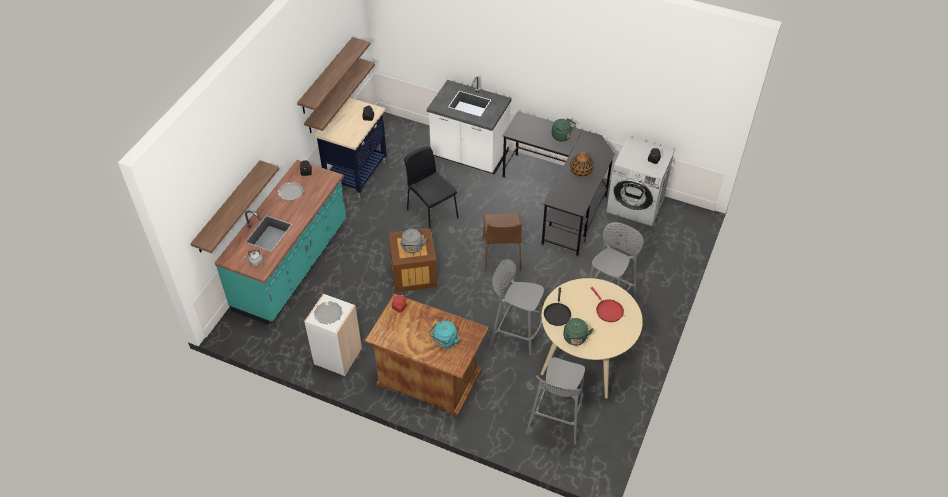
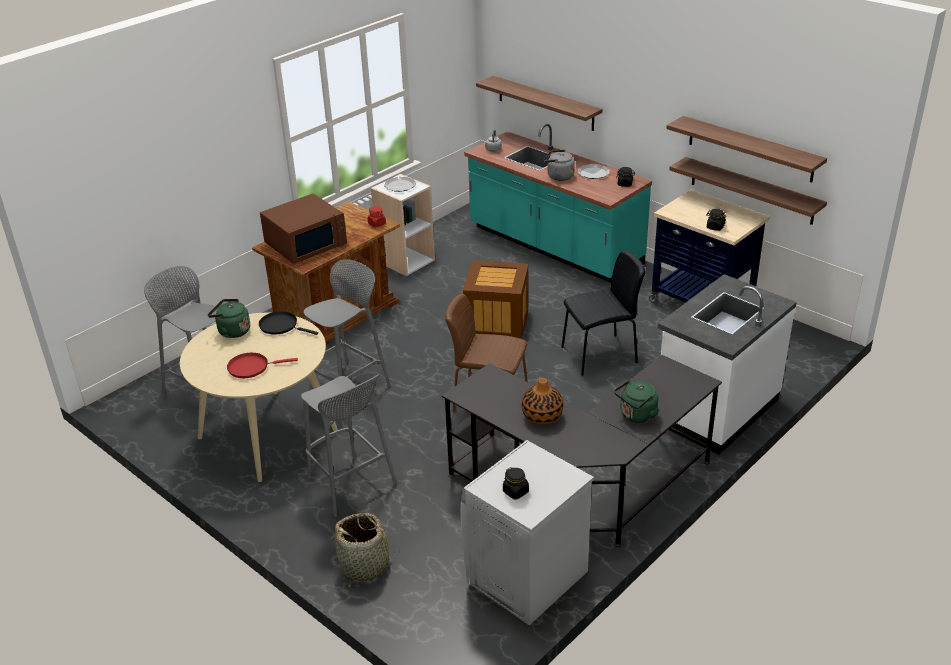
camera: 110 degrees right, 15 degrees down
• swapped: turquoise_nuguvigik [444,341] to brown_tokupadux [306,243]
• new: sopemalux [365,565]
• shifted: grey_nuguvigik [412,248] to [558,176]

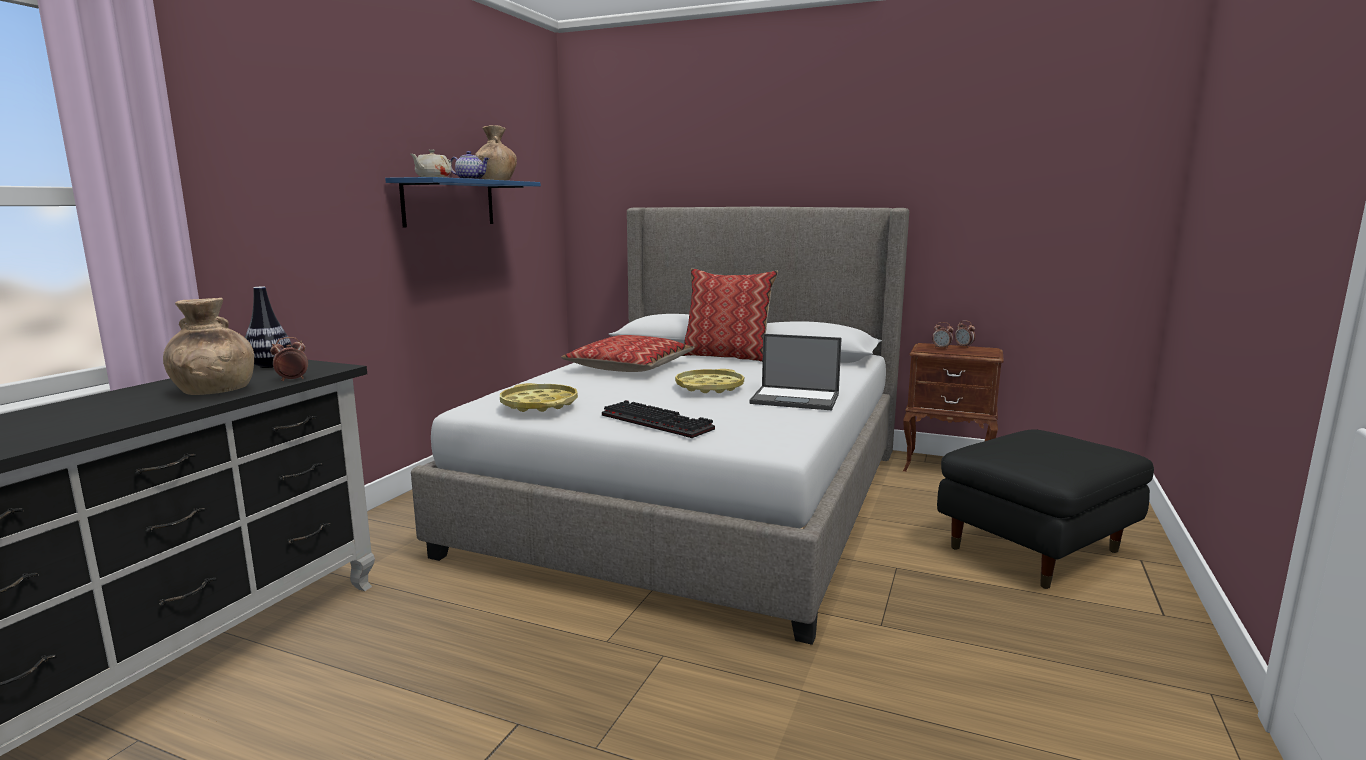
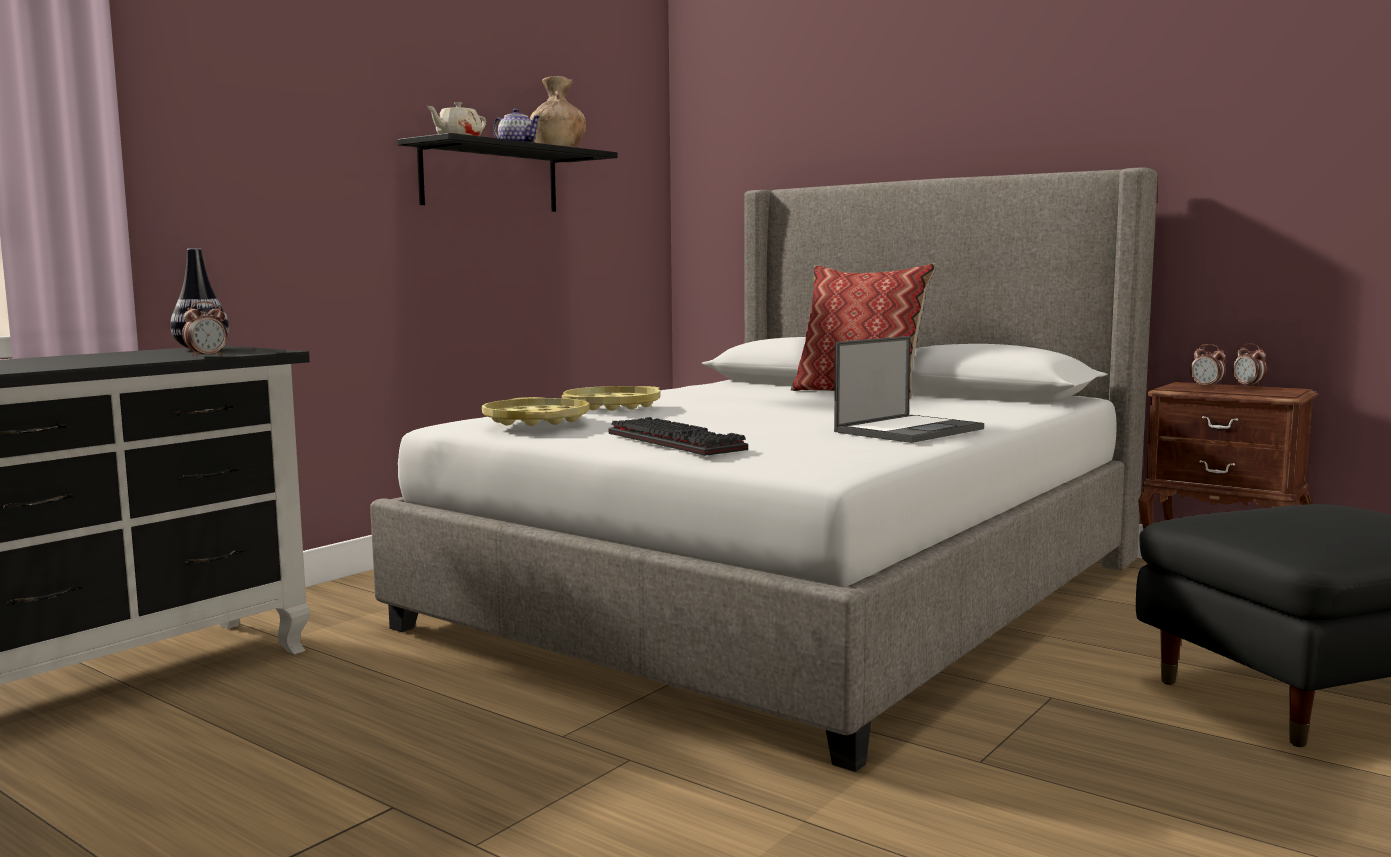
camera: 15 degrees right, 5 degrees down
• rotated: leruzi [292,380] = [207,356] 150 degrees clockwise
• repainted: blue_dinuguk [449,203] to black_dinuguk [490,178]
• shifted: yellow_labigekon [709,387] to [612,406]
• rotated: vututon [796,399] = [909,430] 75 degrees counterclockwise
• gone: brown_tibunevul [213,391]
• gone: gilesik [630,367]

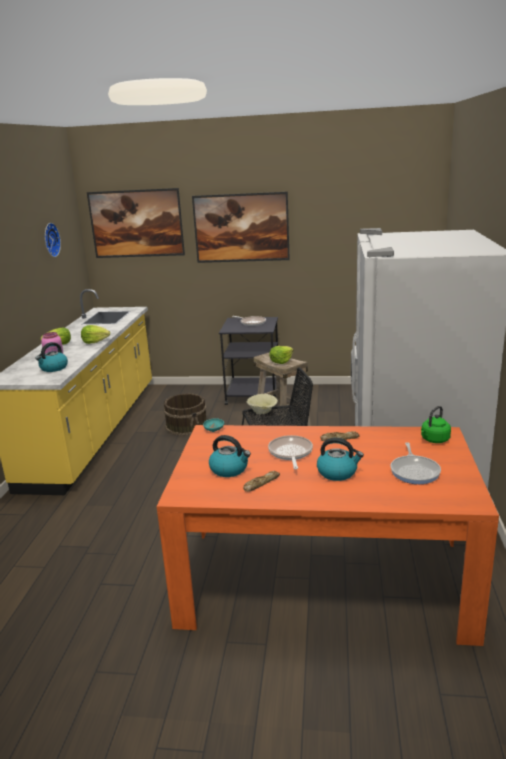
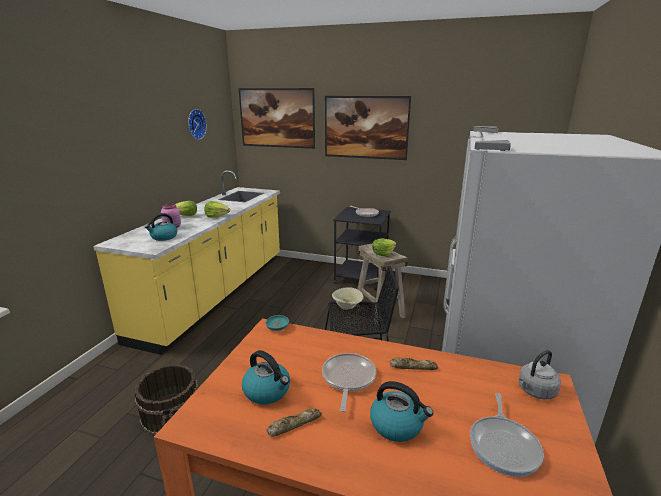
camera: 10 degrees right, 0 degrees up
• shifted: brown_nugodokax [187,425] to [172,412]
• repainted: green_nuguvigik [434,440] to grey_nuguvigik [535,391]

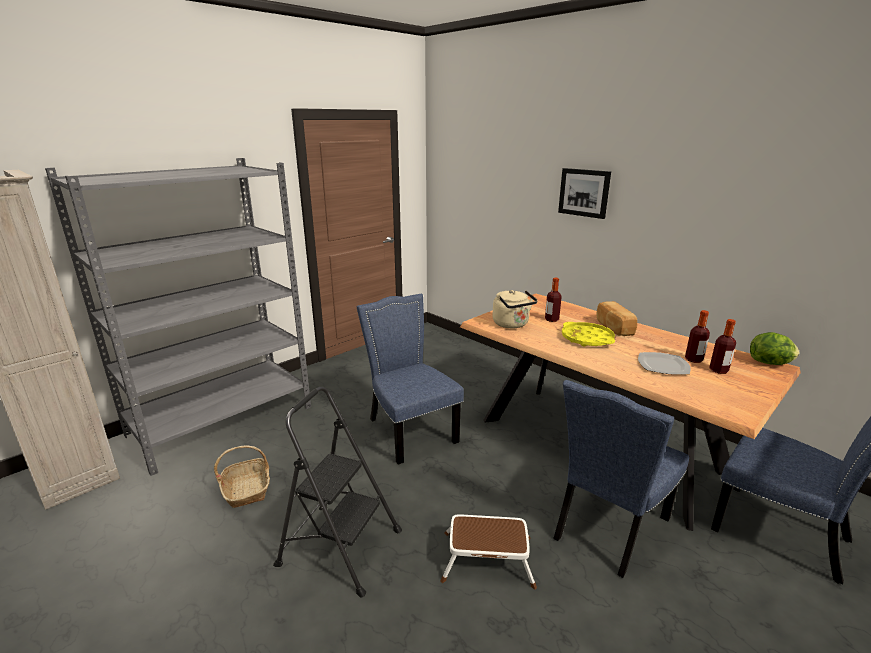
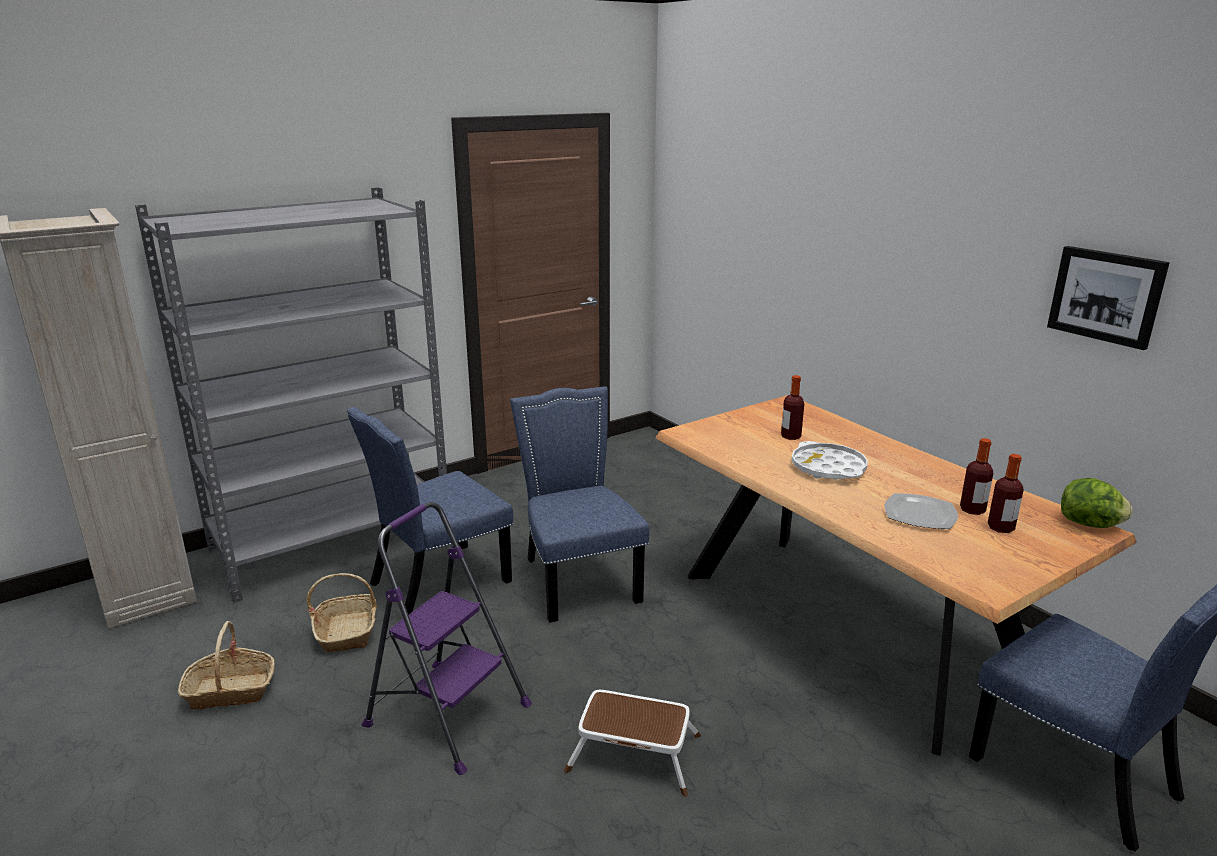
camera: 10 degrees right, 0 degrees up
• new: sopemalux [231,690]
• shifted: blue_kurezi [609,524] to [441,580]
• repainted: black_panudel [337,545] to purple_panudel [444,711]
• repainted: yellow_labigekon [587,339] to white_labigekon [828,468]
• shifted: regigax [584,192] to [1106,296]
• gone: beige_nuguvigik [512,324]
• gone: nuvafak [613,328]

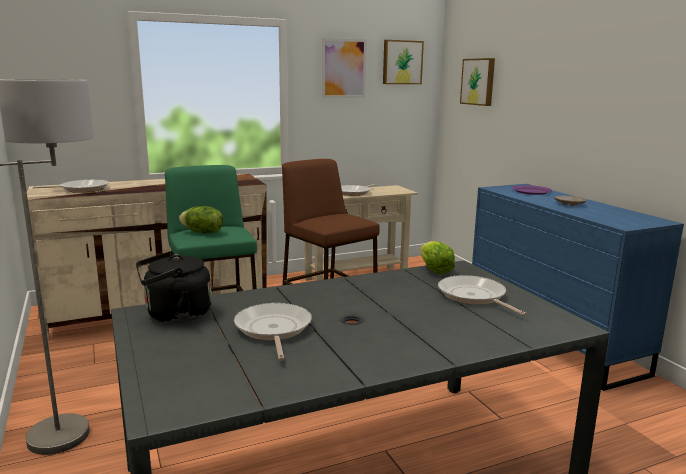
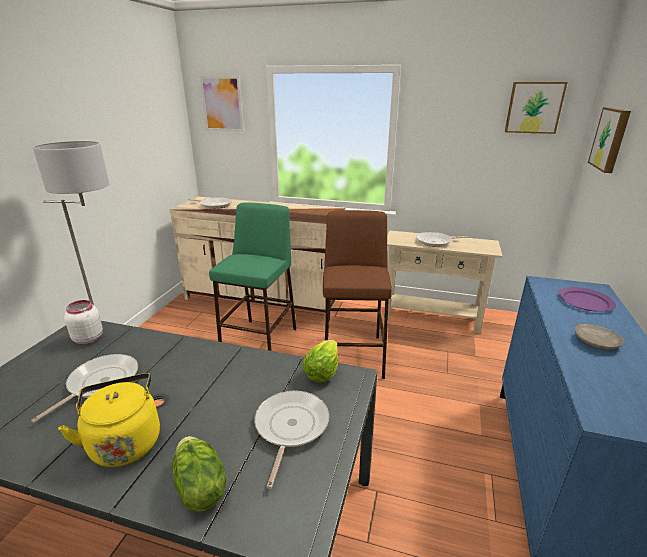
camera: 40 degrees right, 10 degrees up
• new: yellow_nuguvigik [125,441]
• swapped: black_nuguvigik [174,315] to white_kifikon [88,338]
• shifted: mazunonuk [202,232] to [199,487]
• shifted: regigax [343,68] to [222,104]

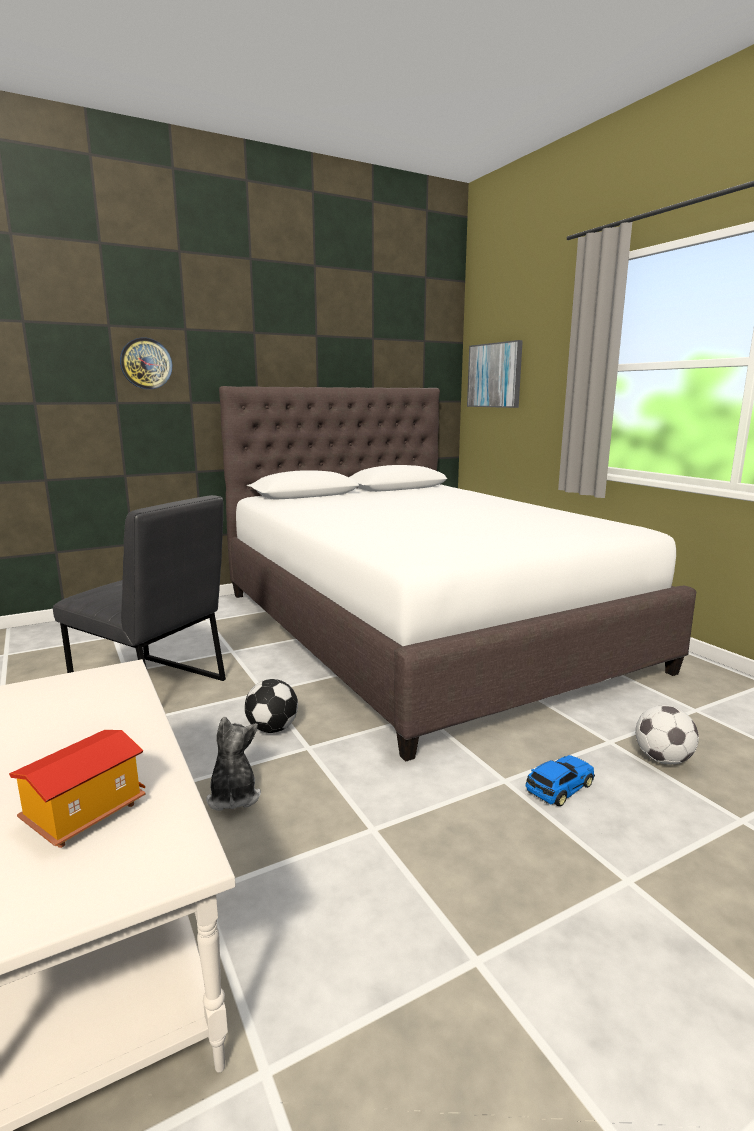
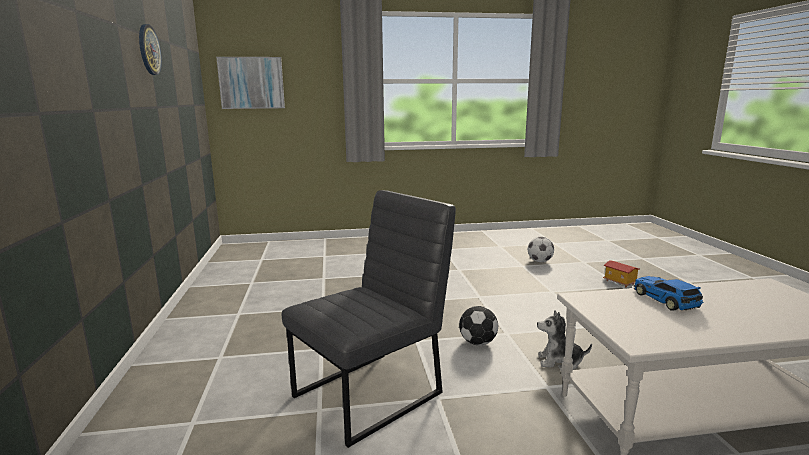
camera: 70 degrees left, 0 degrees up
• shifted: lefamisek [146,363] to [148,49]
• shifted: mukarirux [85,813] to [619,282]
• shifted: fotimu [558,787] to [666,300]
• gone: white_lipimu [420,628]

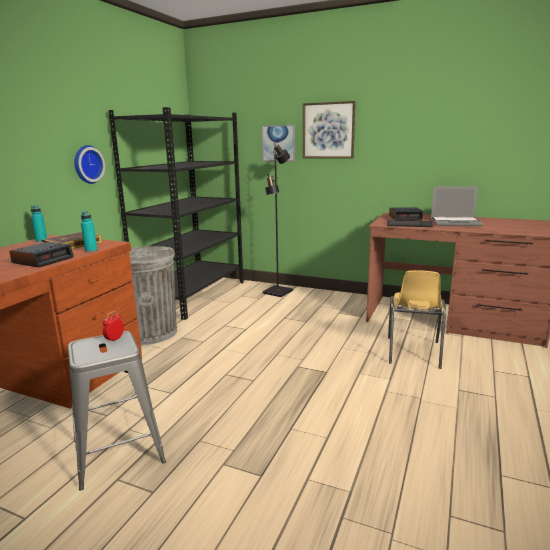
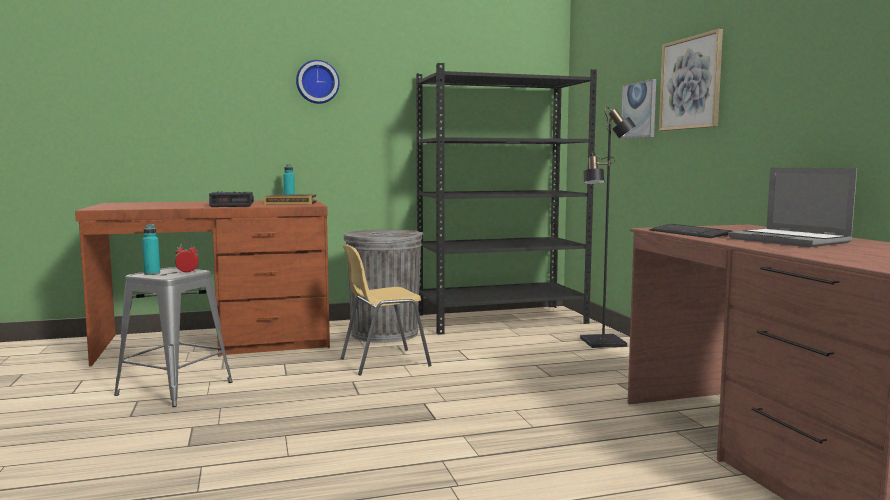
camera: 50 degrees right, 10 degrees down
• shifted: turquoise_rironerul [91,250] to [152,274]
• shifted: lefamisek [87,164] to [317,82]
• shifted: yellow_kurezi [413,352] to [383,362]
• gone: leruzi [405,218]

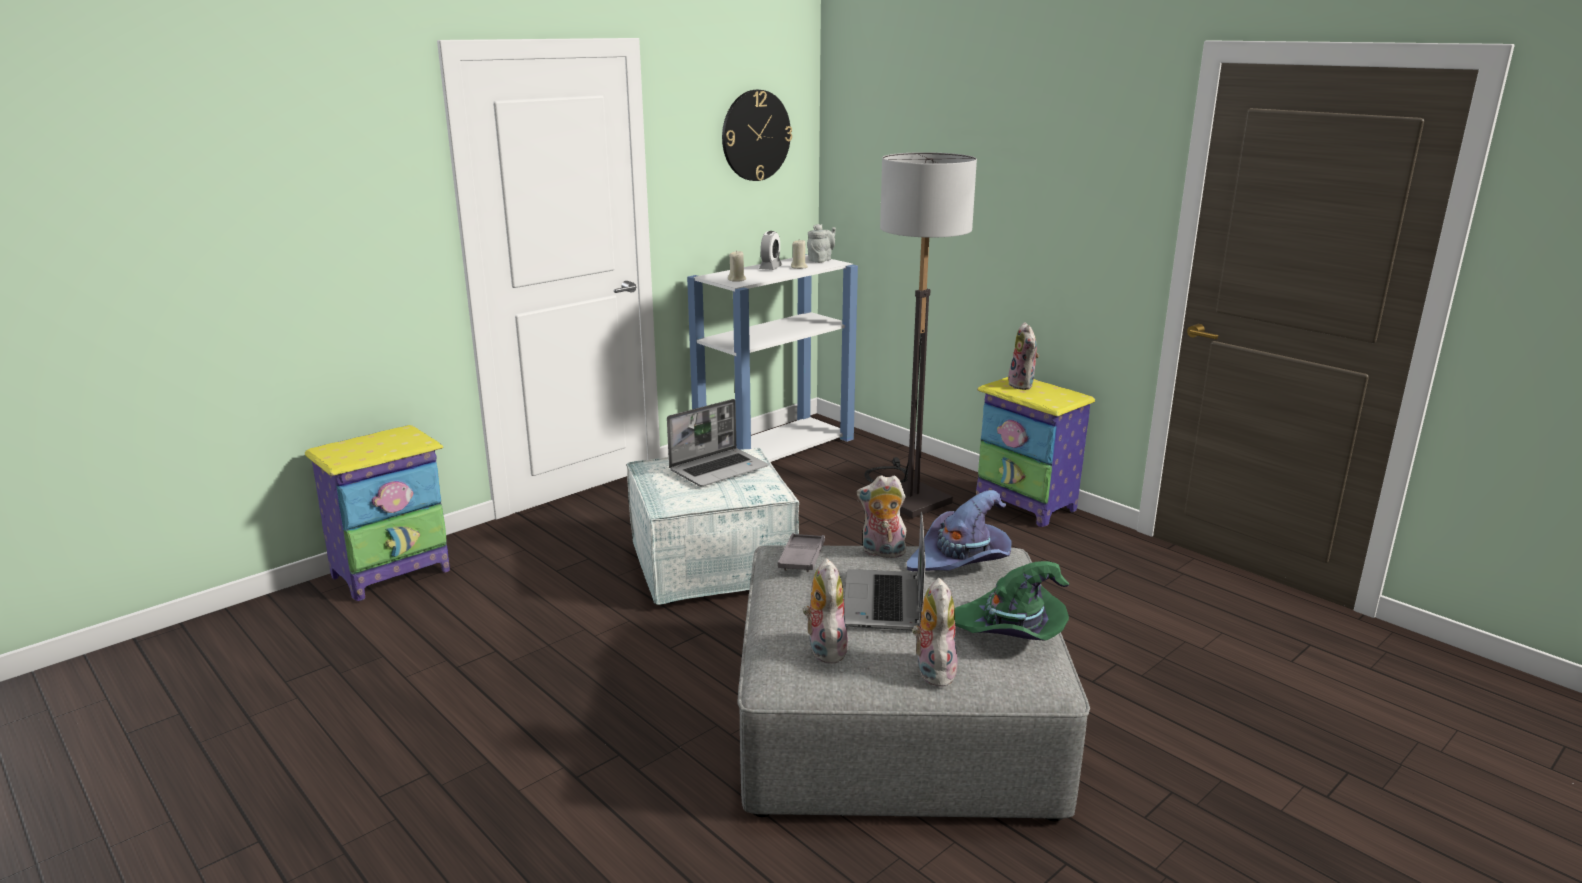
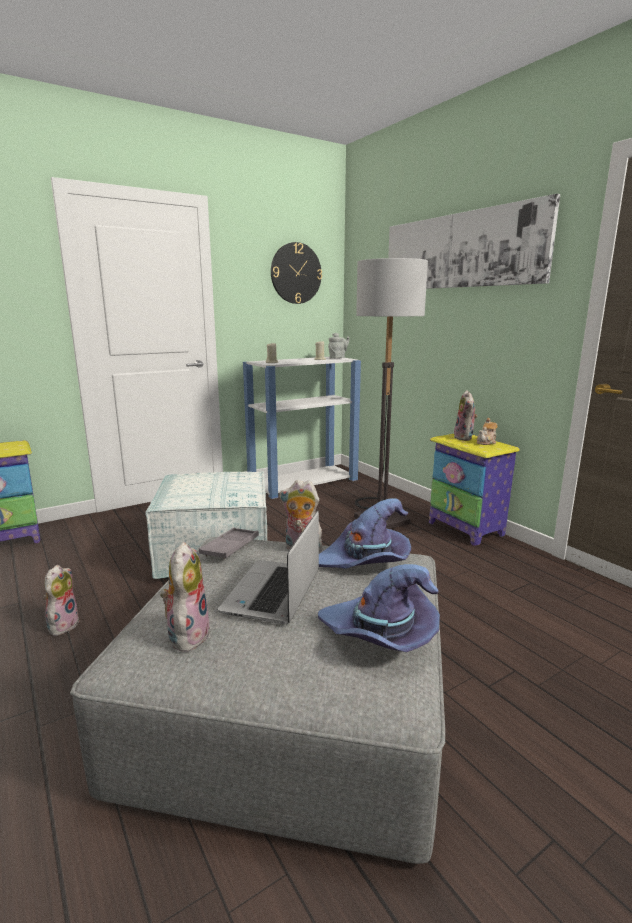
camera: 10 degrees right, 5 degrees down
• shifted: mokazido [932,670] to [63,624]
• repainted: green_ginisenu [1009,629] to purple_ginisenu [380,633]
• new: regigax [459,251]
• new: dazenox [486,442]
• gone: vututon [719,469]
• gone: leruzi [770,268]

